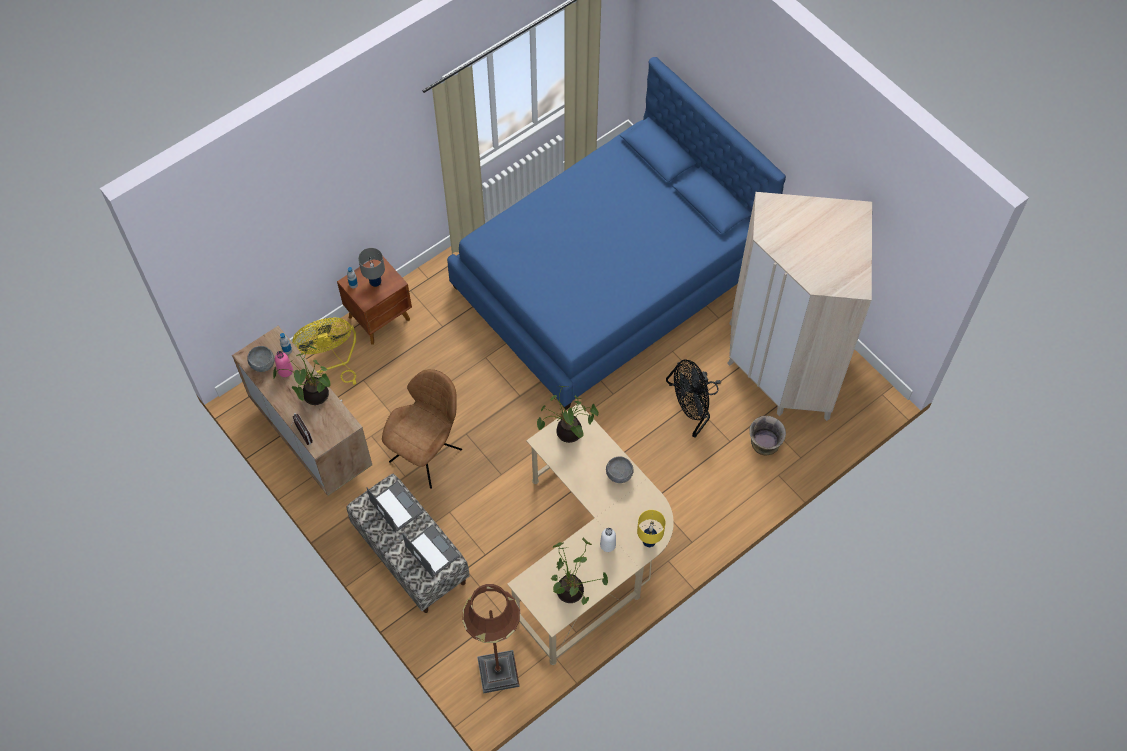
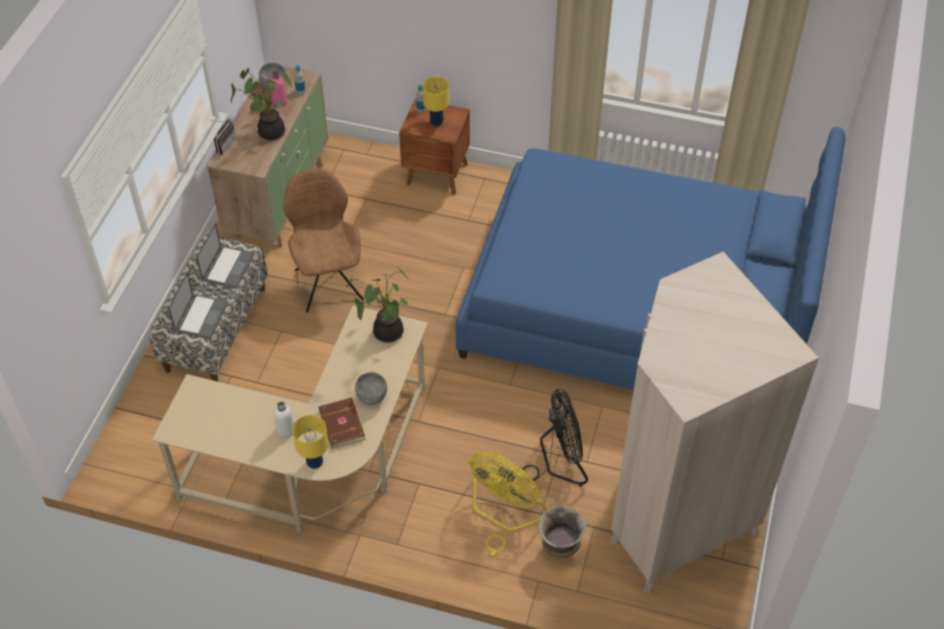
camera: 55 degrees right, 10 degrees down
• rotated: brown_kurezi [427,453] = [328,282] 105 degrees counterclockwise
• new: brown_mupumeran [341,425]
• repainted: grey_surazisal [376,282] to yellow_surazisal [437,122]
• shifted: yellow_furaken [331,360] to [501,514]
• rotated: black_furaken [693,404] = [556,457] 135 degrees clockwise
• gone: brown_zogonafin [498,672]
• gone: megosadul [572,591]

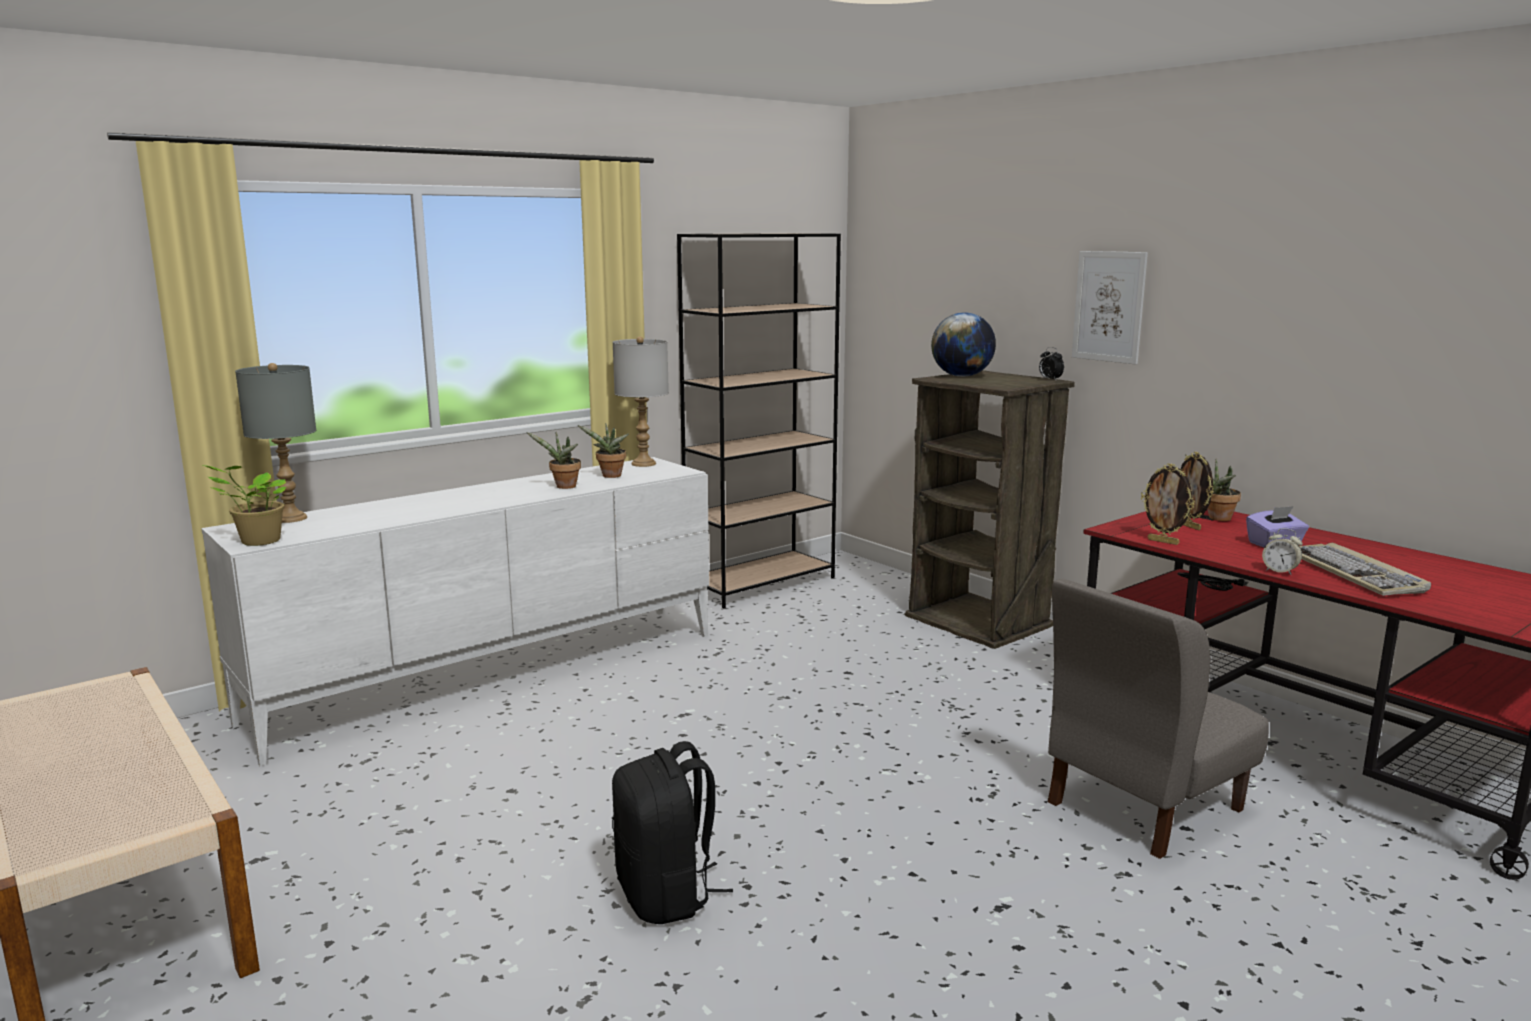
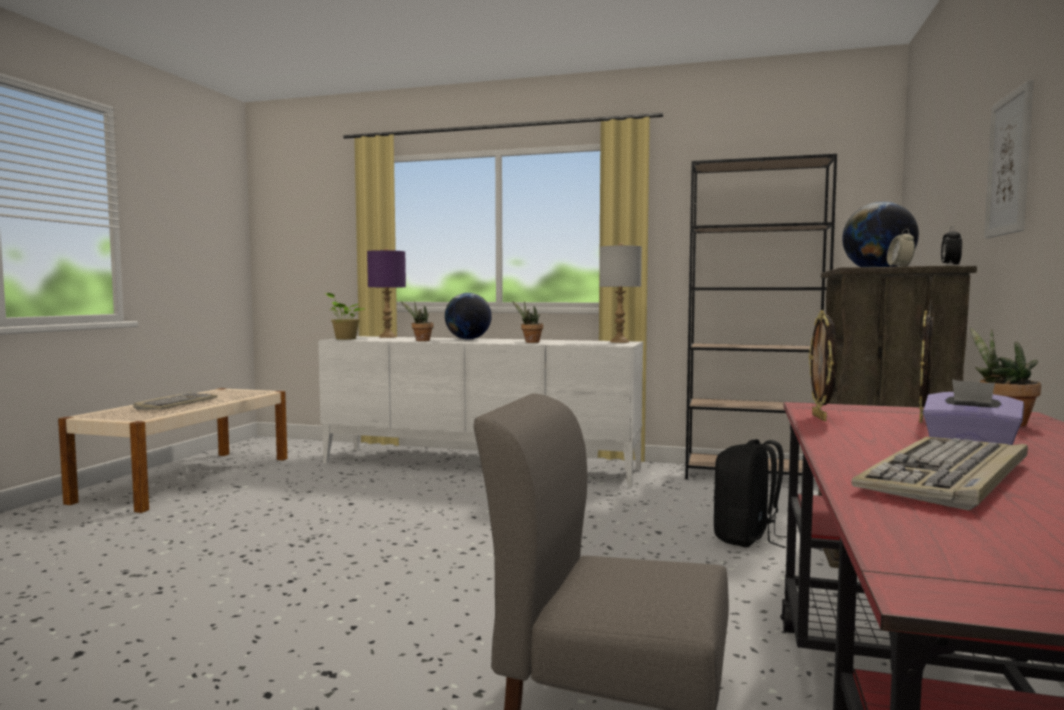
camera: 55 degrees right, 10 degrees down
• new: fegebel [176,404]
• repainted: grey_surazisal [291,518] to purple_surazisal [388,337]
• shifted: megosadul [610,476] to [420,340]
• new: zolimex [468,339]
• shifted: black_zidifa [666,895] to [747,538]
• shifted: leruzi [1280,571] to [899,267]

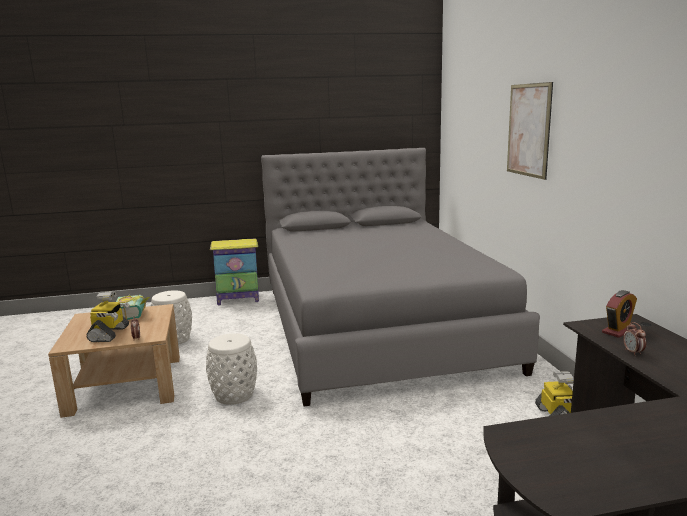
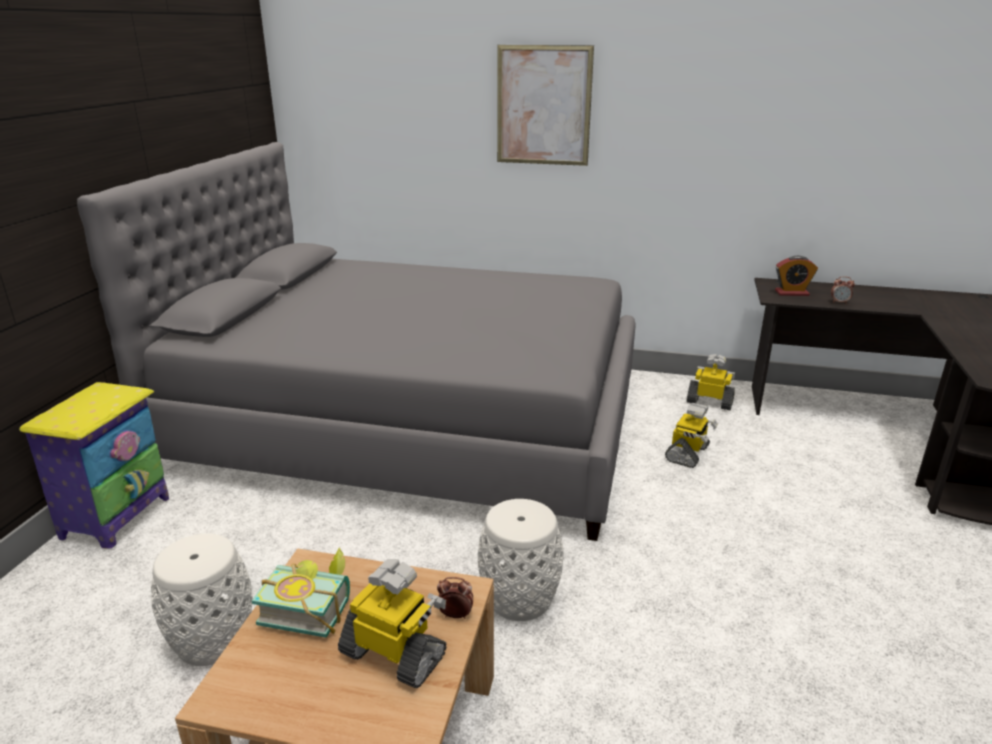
camera: 65 degrees left, 10 degrees up
• new: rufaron [688,454]
• rotated: leruzi [618,331] = [791,293] 105 degrees clockwise

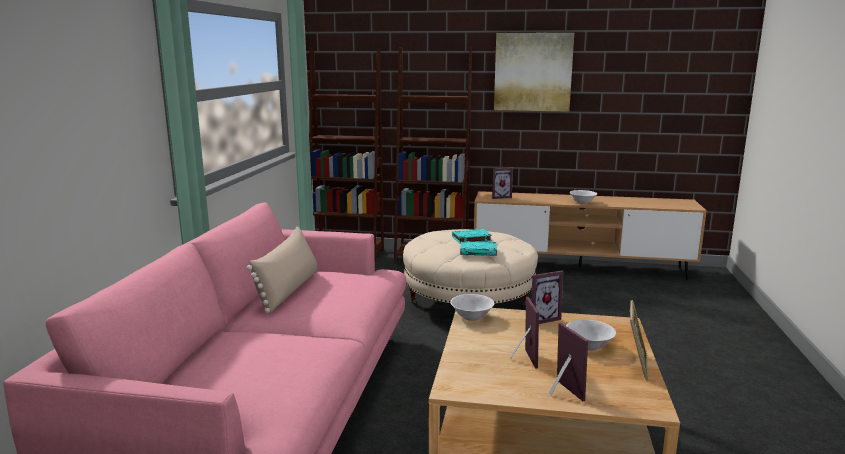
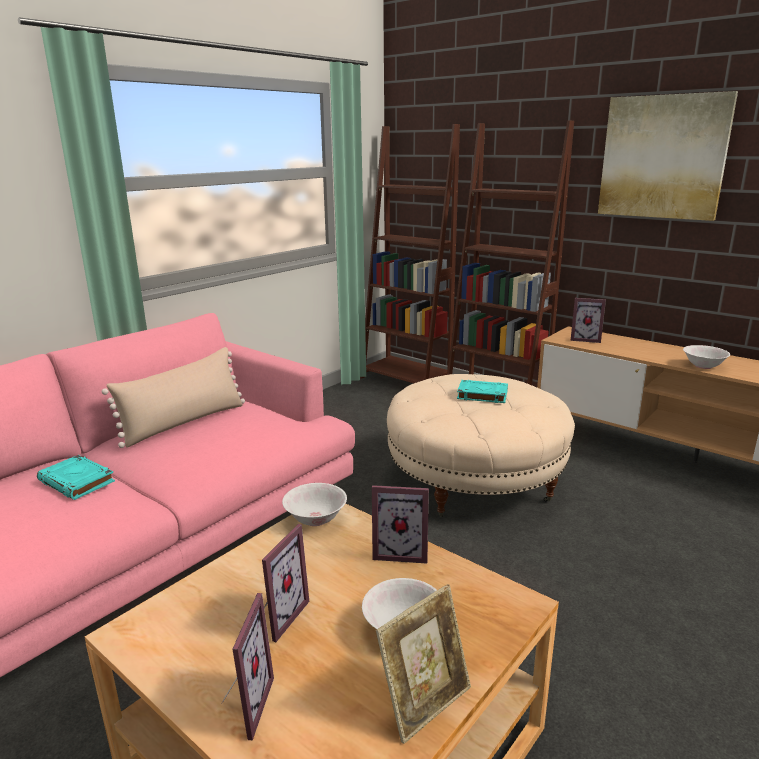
camera: 30 degrees right, 5 degrees up
• shifted: turquoise_mupumeran [479,251] to [77,482]

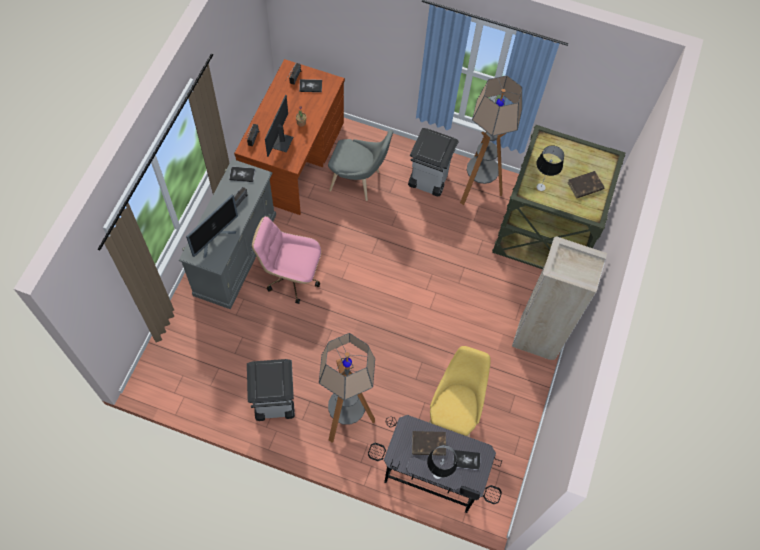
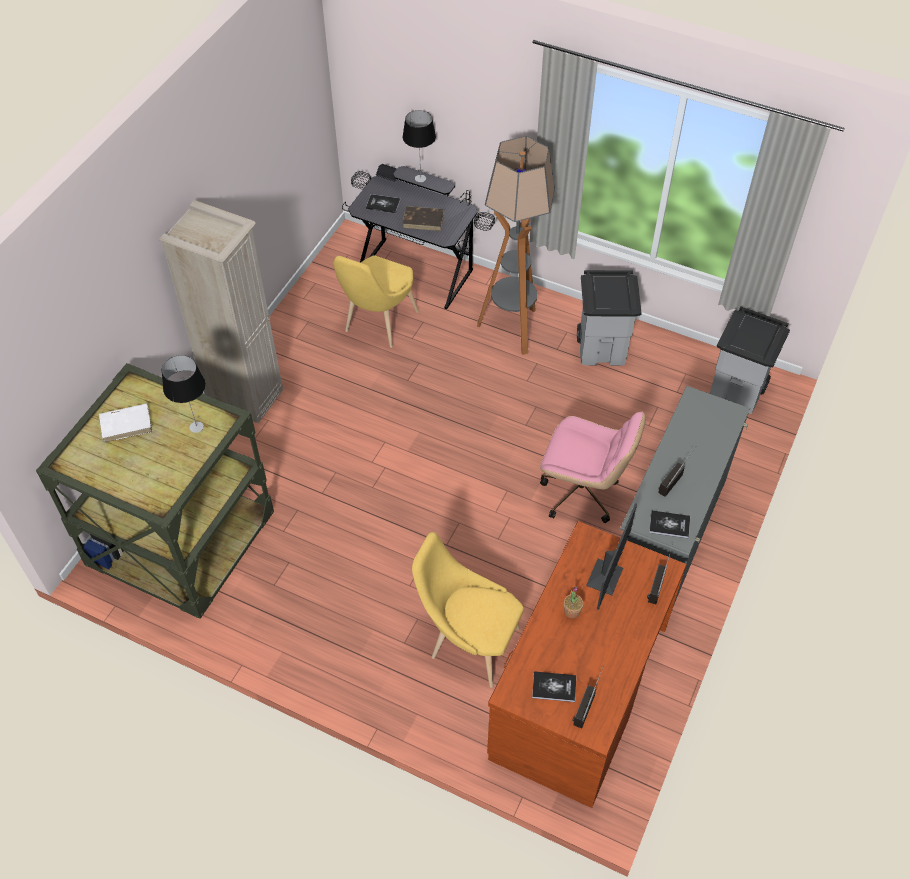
camera: 170 degrees left, 10 degrees down
• repainted: brown_mupumeran [585,186] to white_mupumeran [126,424]
• repainted: grey_kurezi [358,181] to yellow_kurezi [469,642]
• shifted: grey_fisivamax [427,181] to [737,391]
• gone: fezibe [215,238]
• gone: zogonafin [477,189]

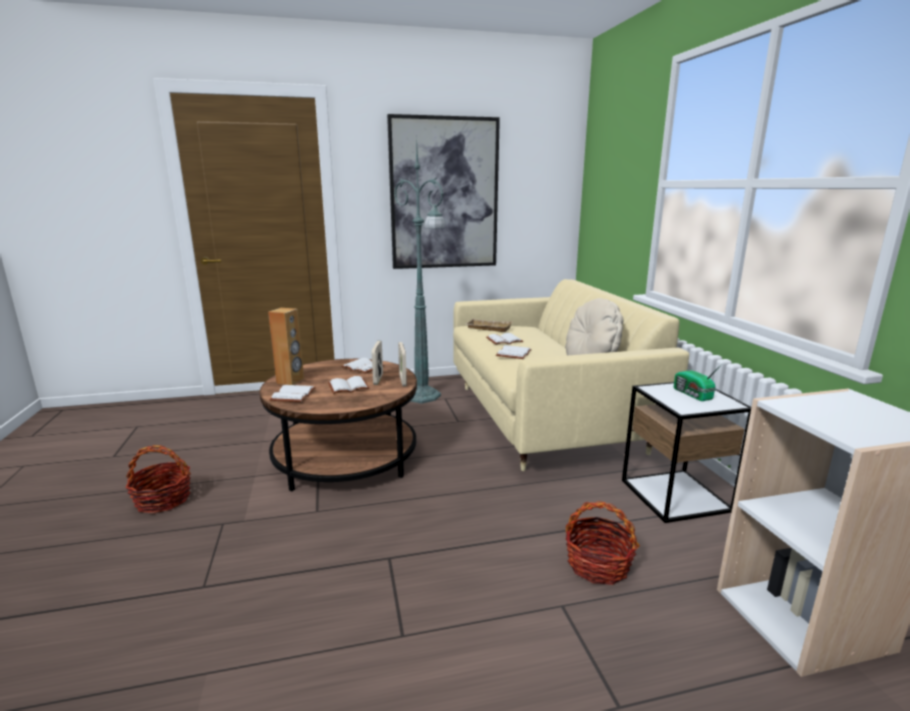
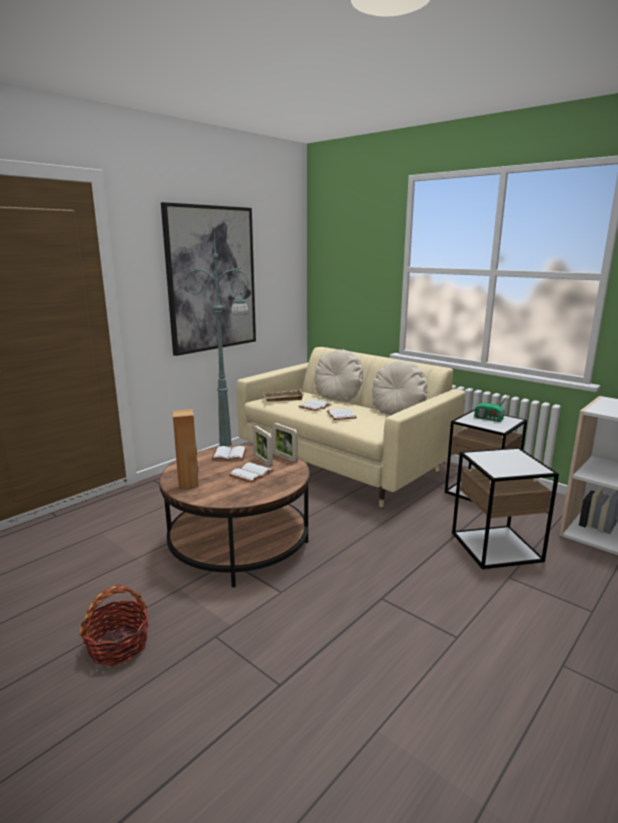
camera: 35 degrees left, 0 degrees up
• new: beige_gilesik [338,399]
• swapped: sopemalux [597,564] to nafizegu [496,547]
• gone: white_mupumeran [292,395]

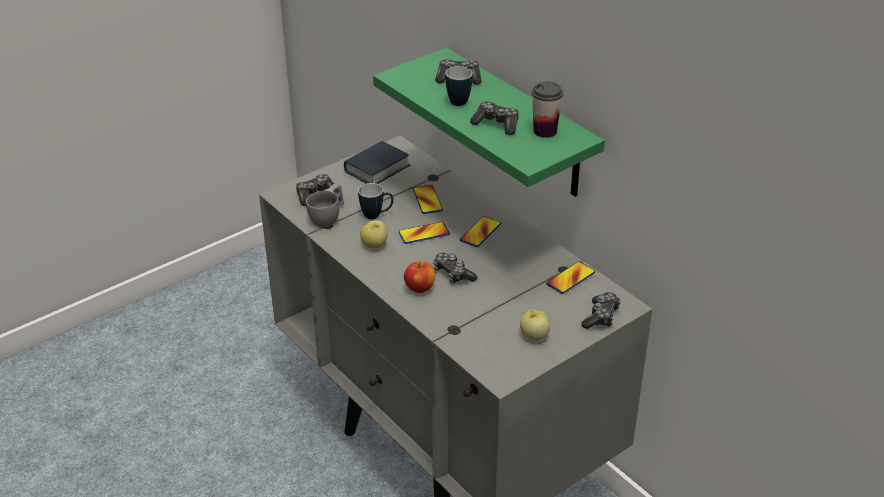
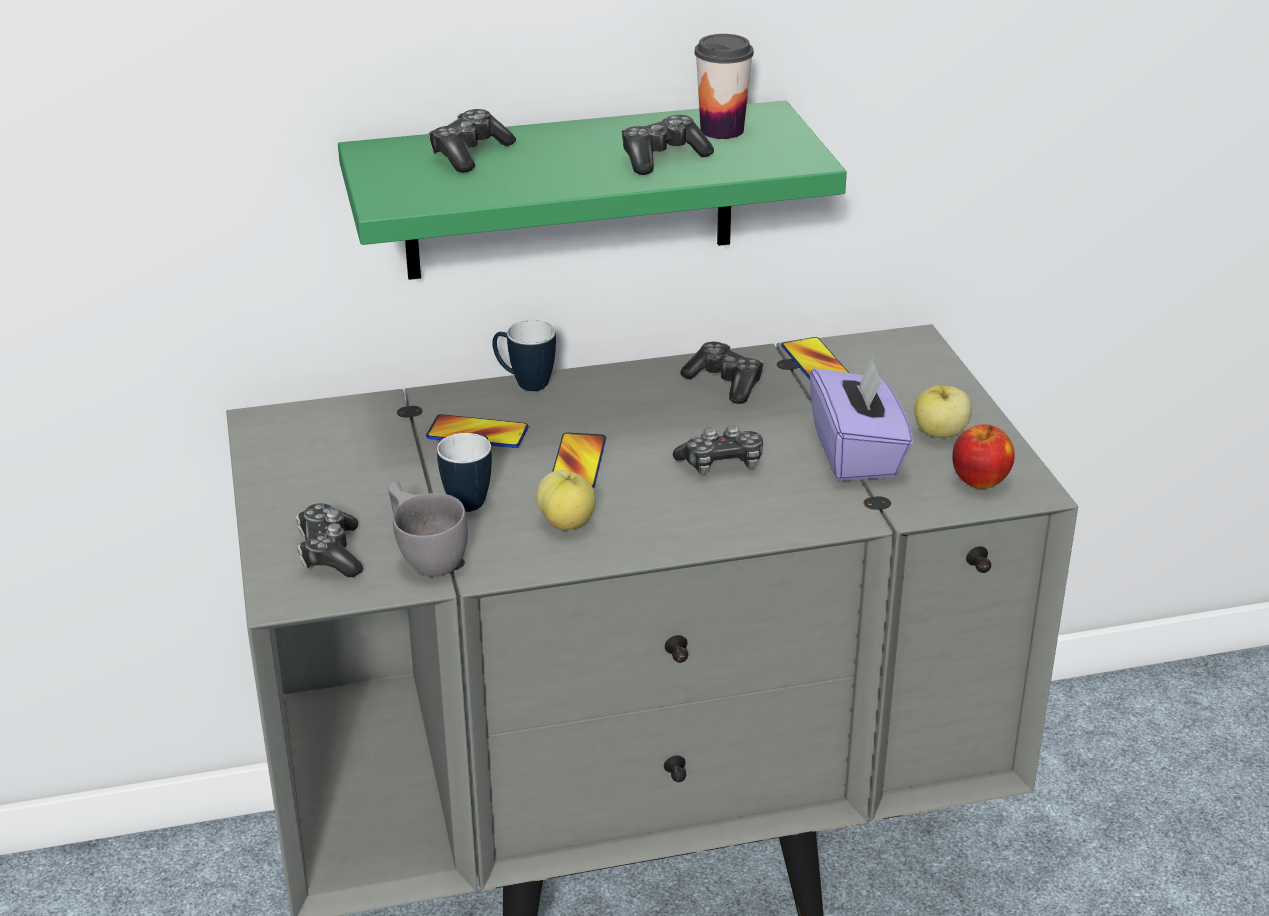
camera: 65 degrees left, 5 degrees down
• shifted: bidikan [458,100] to [524,383]
• shifted: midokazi [601,316] to [725,383]
• new: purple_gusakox [857,454]
• shifted: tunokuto [420,288] to [980,481]
• gone: mupumeran [377,169]
• gone: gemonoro [480,232]

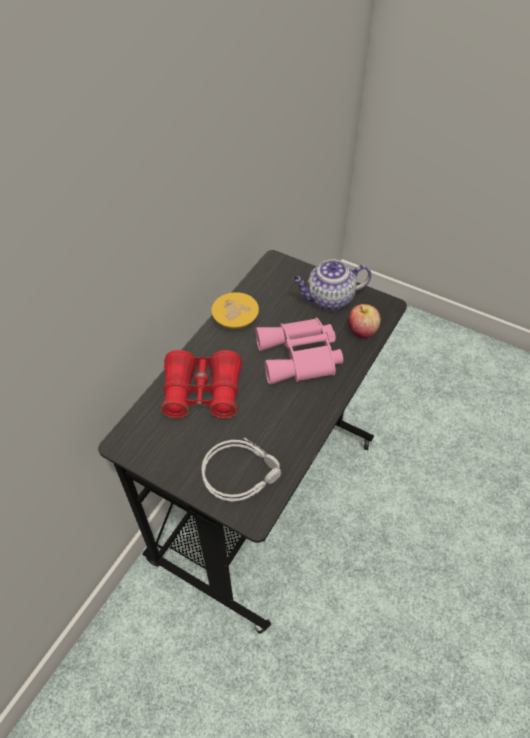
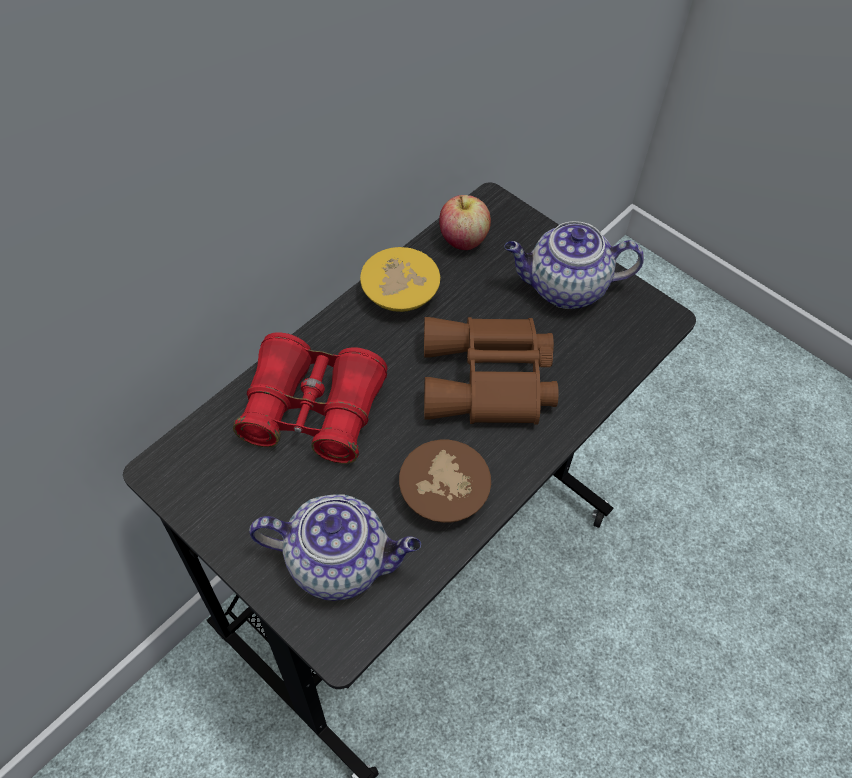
camera: 10 degrees right, 5 degrees up
• swapped: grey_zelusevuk [241,472] to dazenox [340,561]
• new: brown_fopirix [443,489]
• repainted: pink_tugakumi [300,358] to brown_tugakumi [489,381]
• shifted: tunokuto [362,331] to [463,240]

